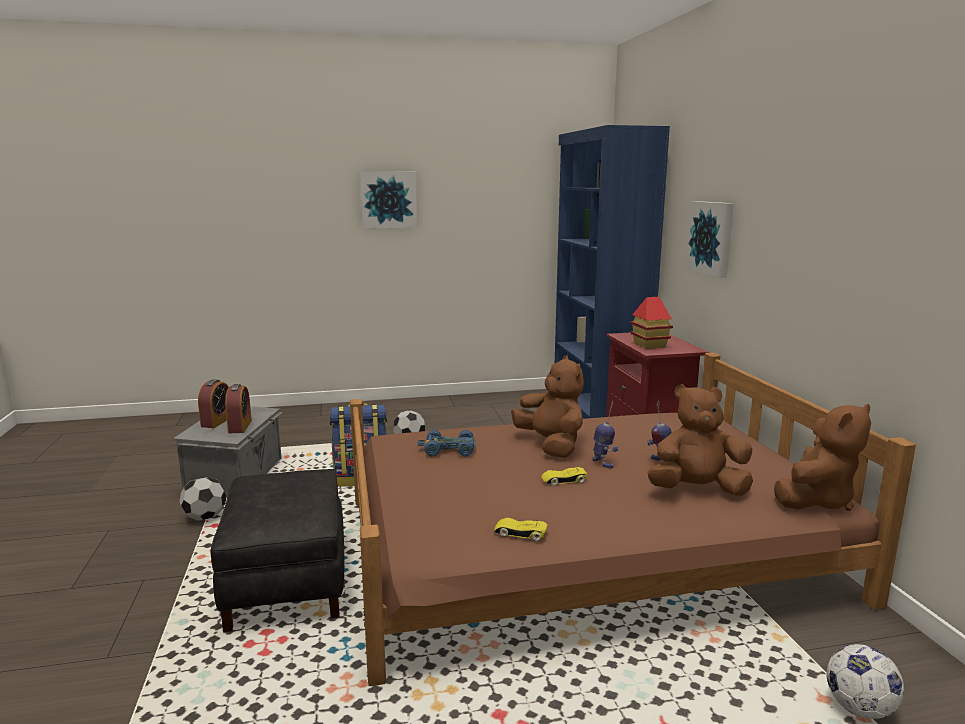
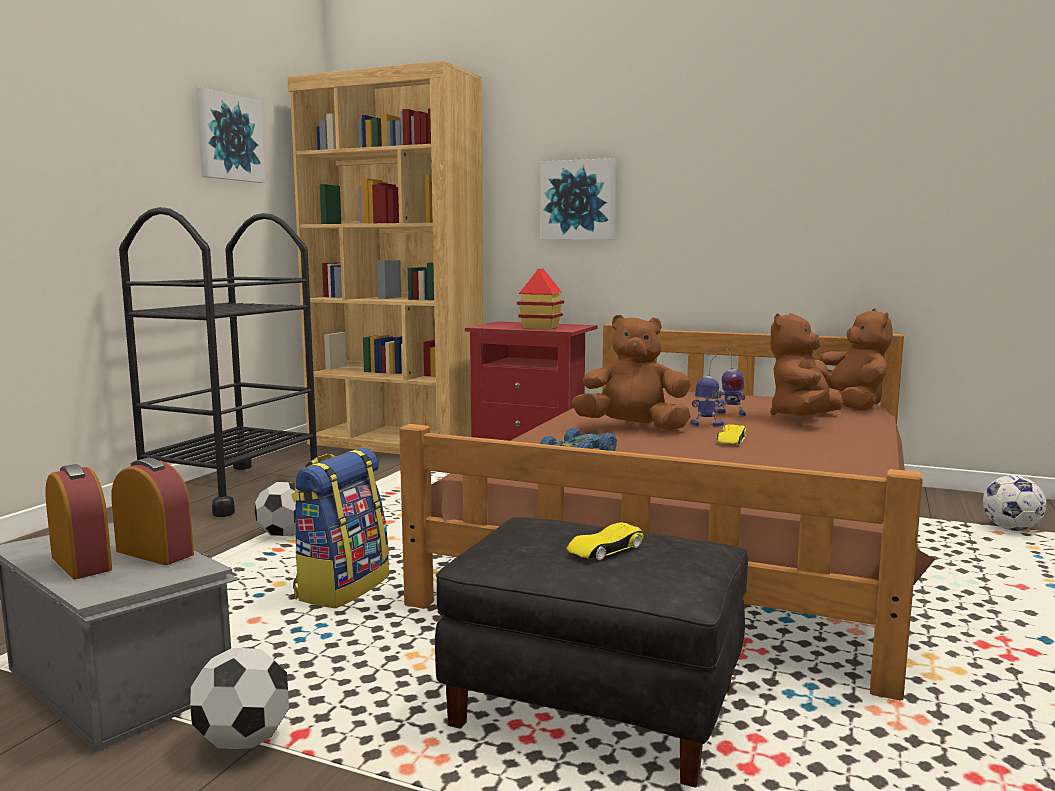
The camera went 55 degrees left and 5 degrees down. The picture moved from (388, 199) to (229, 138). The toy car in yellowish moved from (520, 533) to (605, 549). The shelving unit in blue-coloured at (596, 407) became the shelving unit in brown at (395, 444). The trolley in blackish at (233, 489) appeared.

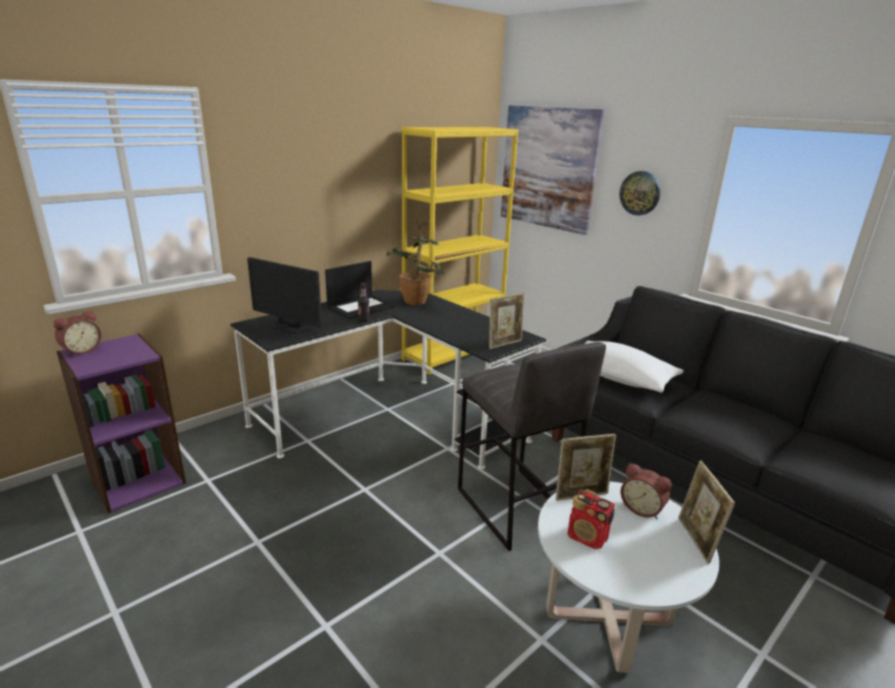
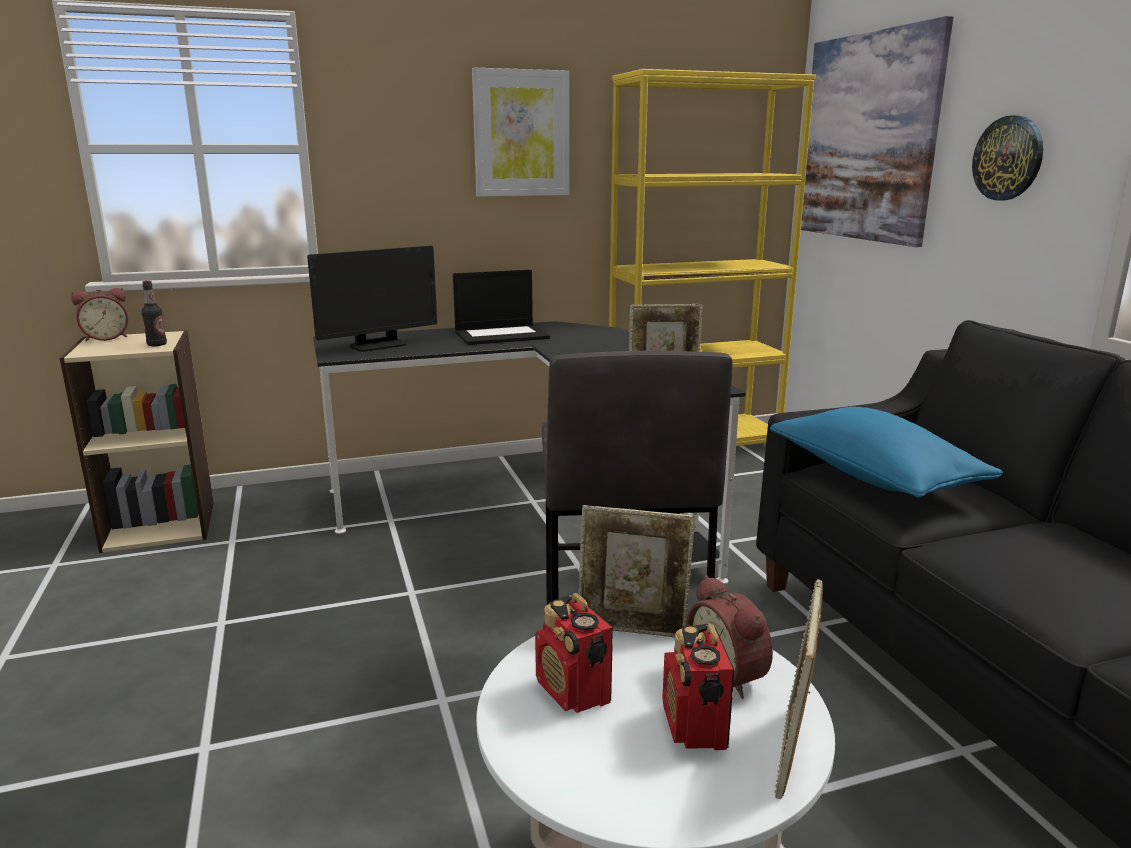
The camera went 25 degrees right and 5 degrees down. The shelving unit in purplish at (138, 480) became the shelving unit in sand-coloured at (160, 525). The monitor at (289, 326) turned 90 degrees counterclockwise. The beverage bottle moved from (363, 320) to (157, 345). The houseplant at (416, 303) disappeared. The cushion in whitish at (618, 378) became the cushion in blue-coloured at (873, 477). The picture at (521, 134) appeared. The radio set at (694, 727) appeared.

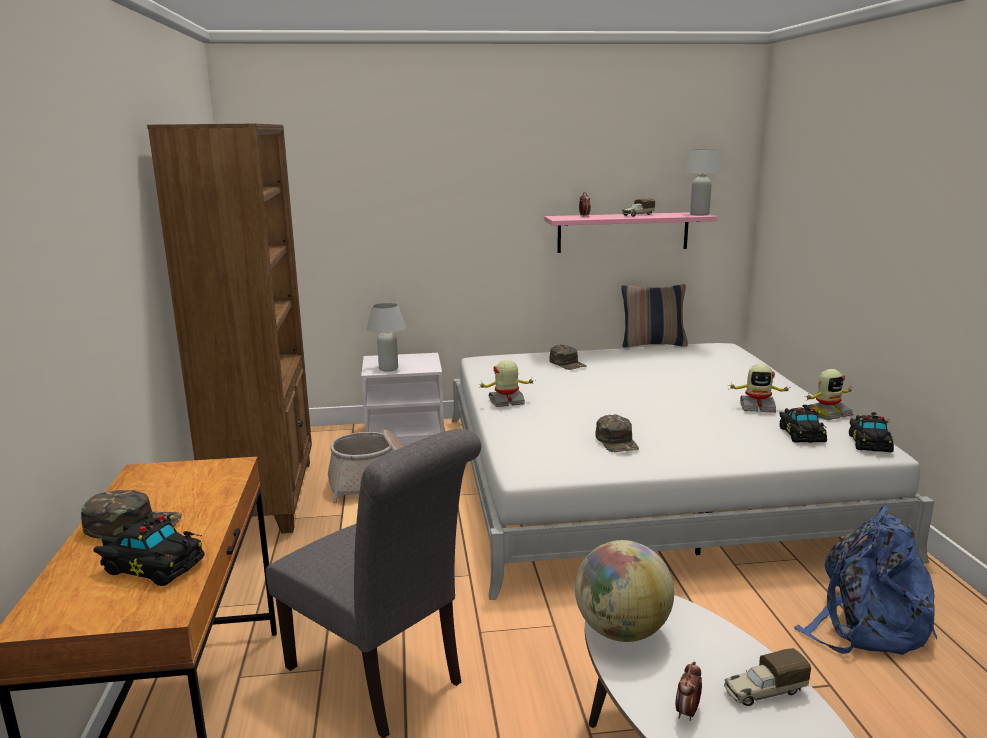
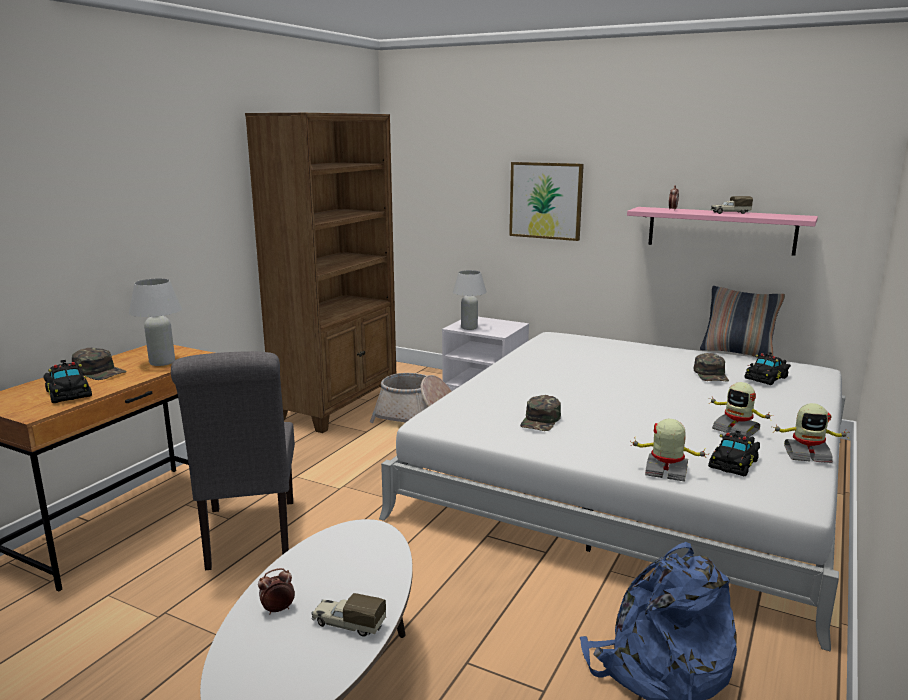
The camera went 35 degrees right and 0 degrees up. The toy robot moved from (506, 402) to (666, 471). The baseball cap in green-coloured moved from (567, 363) to (711, 374). The globe at (621, 631) disappeared. The lamp for a table in whitish moved from (699, 214) to (162, 362). The toy car in blackish moved from (870, 442) to (767, 378). The picture at (546, 200) appeared.

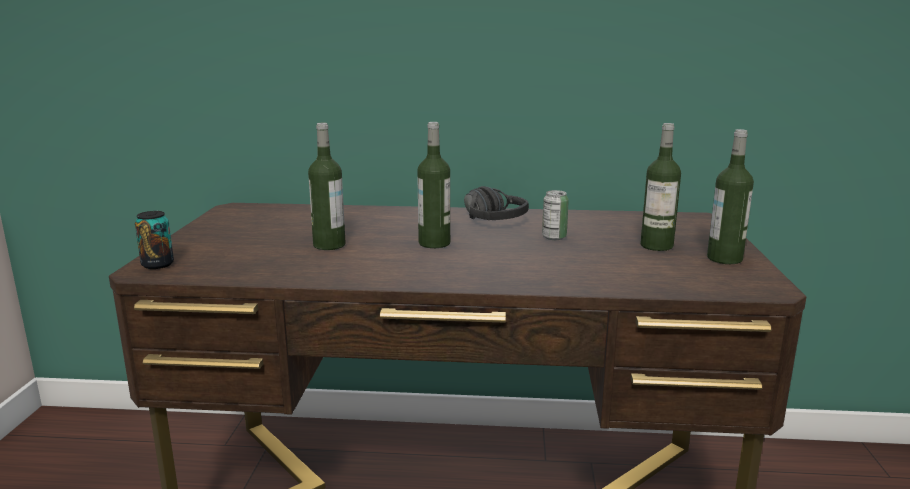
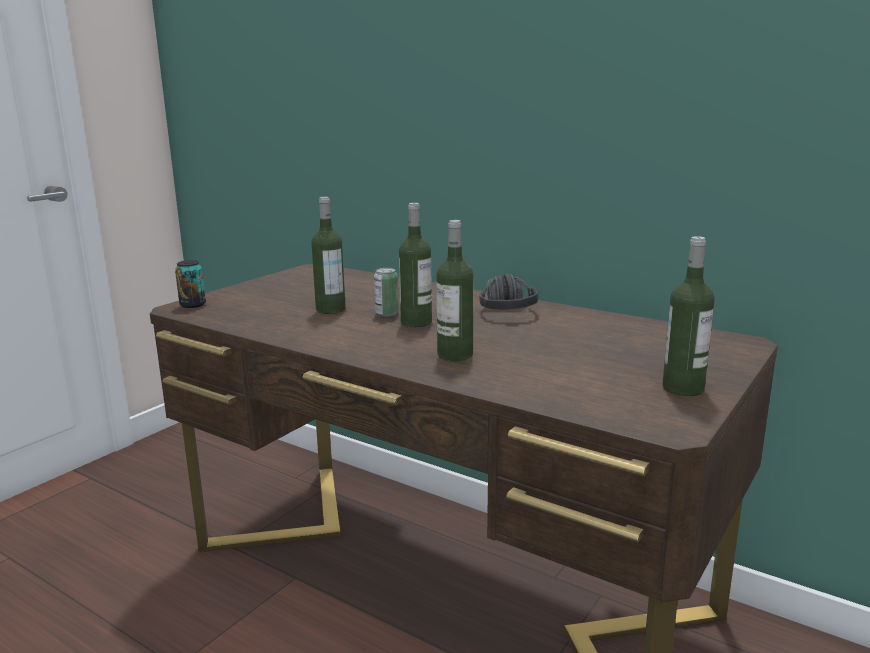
The camera went 30 degrees right and 0 degrees up. The sealed can moved from (554, 237) to (387, 313). The beverage bottle moved from (656, 246) to (455, 355).

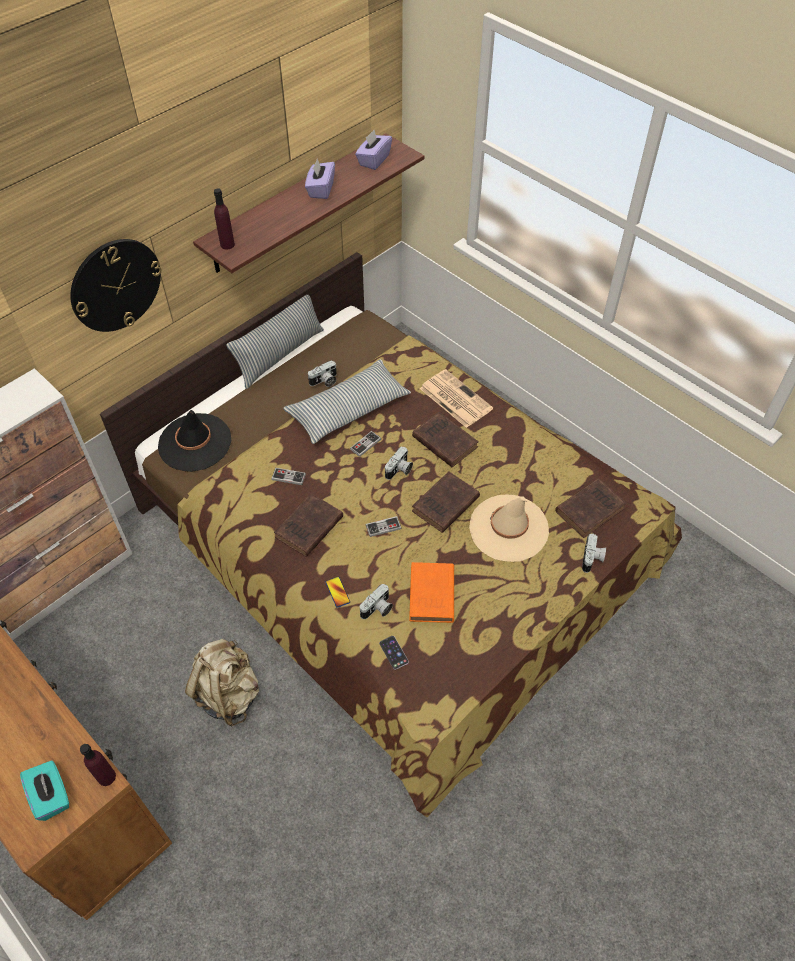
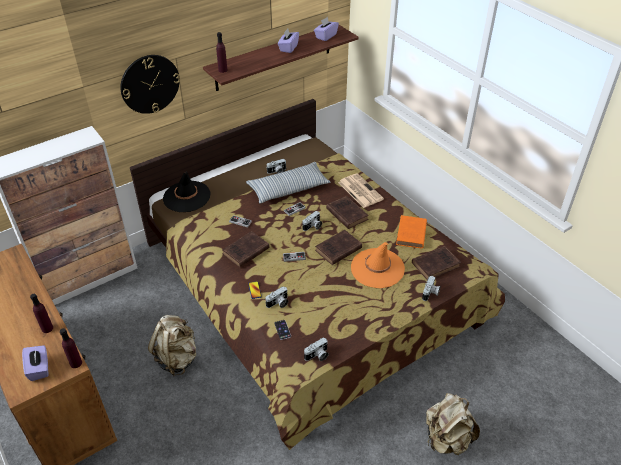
The camera went 10 degrees right and 10 degrees down. The tissue holder in turquoise at (51, 796) became the tissue holder in purplish at (39, 368). The cushion at (280, 355) disappeared. The book in orange-coloured moved from (432, 596) to (411, 234). The clothing hat in sand-coloured at (508, 528) became the clothing hat in orange-coloured at (377, 268). The beverage bottle in purplish at (47, 328) appeared. The still camera at (317, 356) appeared. The knapsack in sand-coloured at (446, 439) appeared.

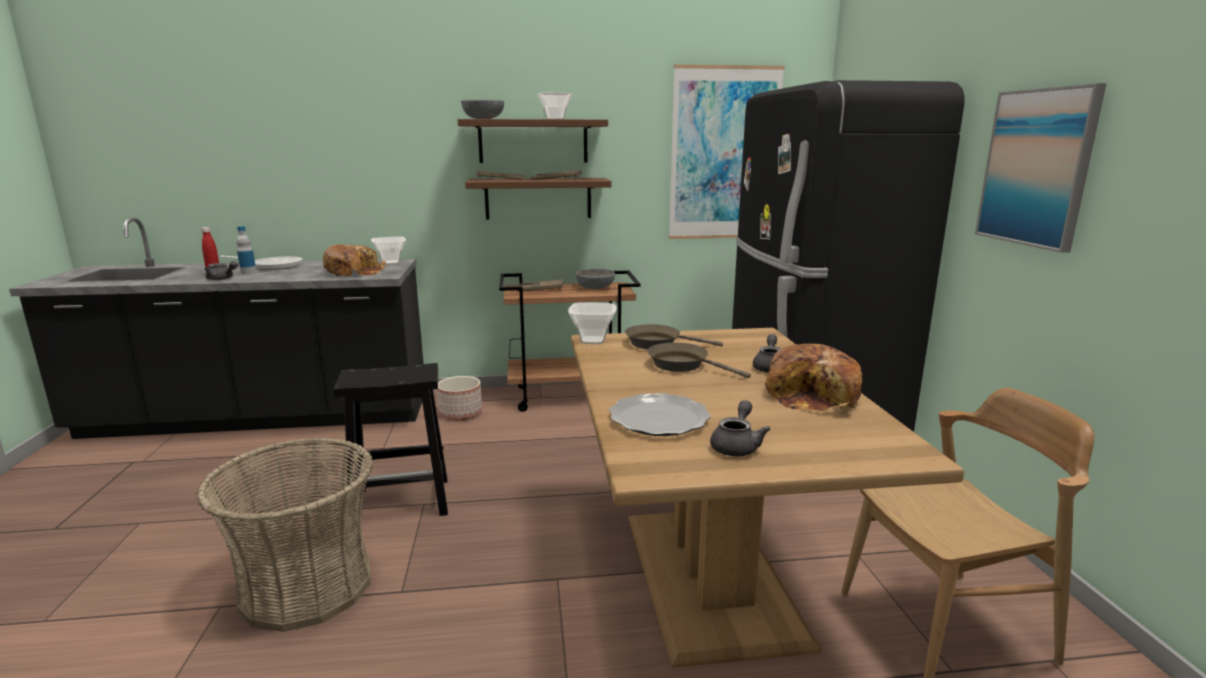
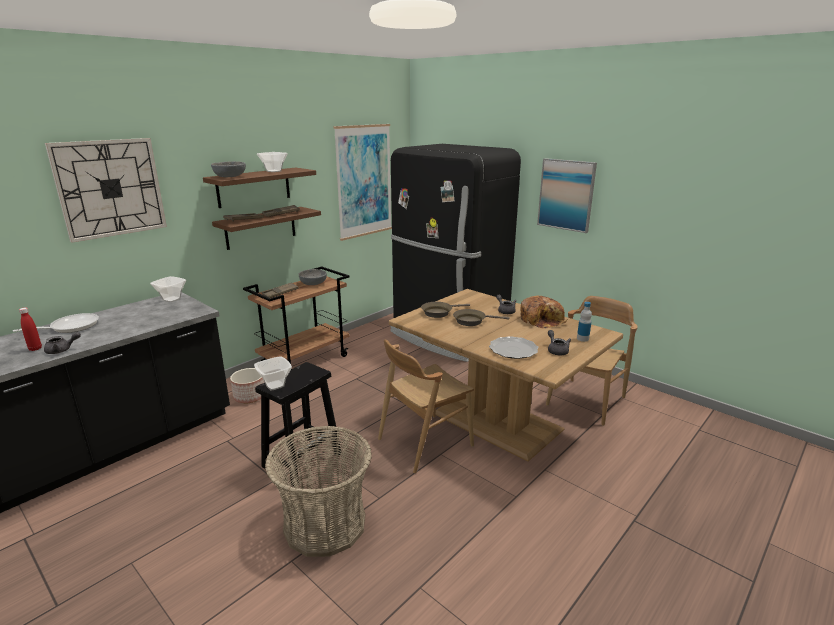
The camera went 40 degrees left and 5 degrees up. The beverage bottle moved from (248, 273) to (582, 339). The bread at (354, 272) disappeared. The serving bowl moved from (592, 340) to (274, 385). The hanging clock at (110, 188) appeared. The chair in brown at (424, 442) appeared.

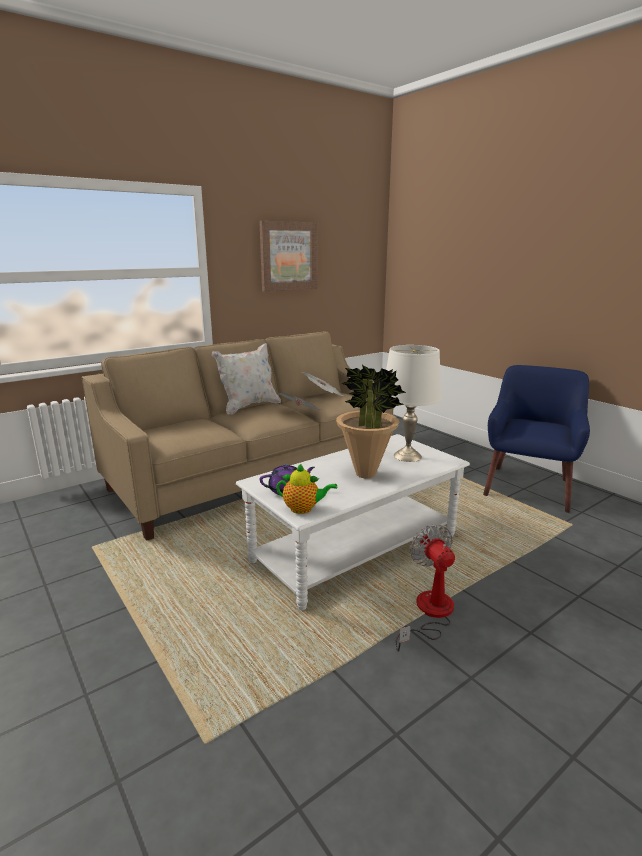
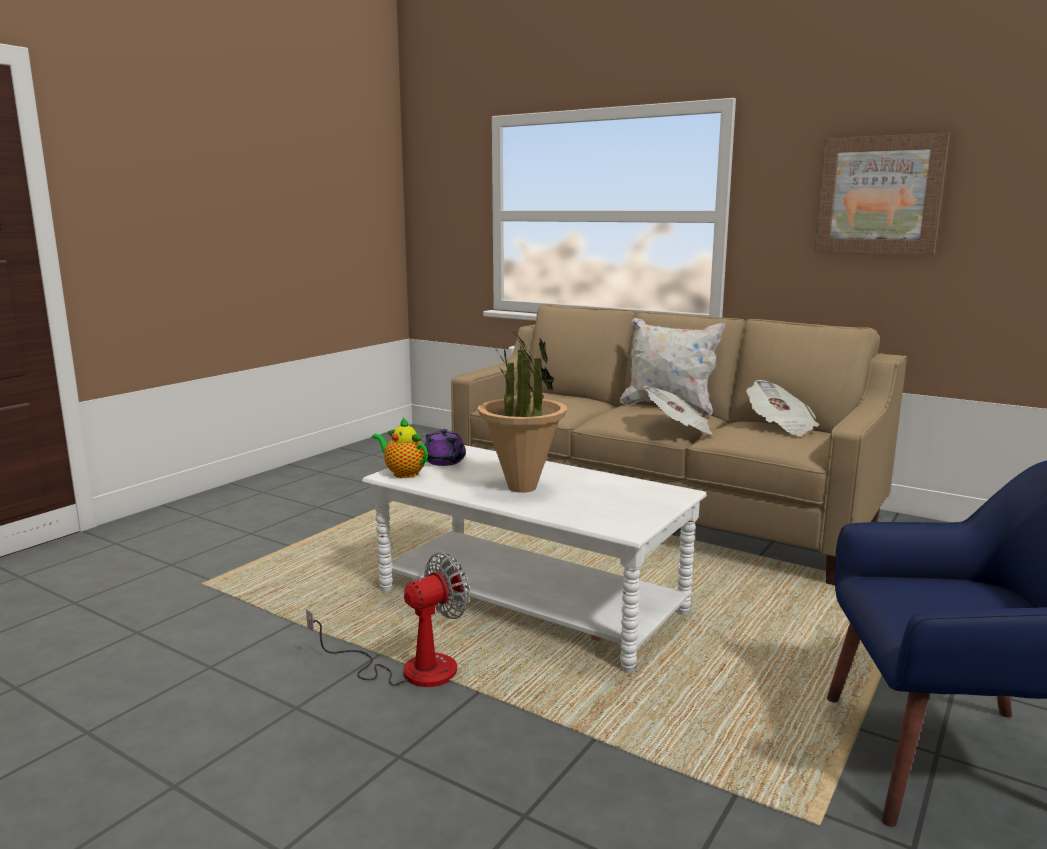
The camera went 70 degrees right and 5 degrees down. The pot for tea at (303, 509) turned 135 degrees clockwise. The lamp for a table in whitish at (407, 456) disappeared.

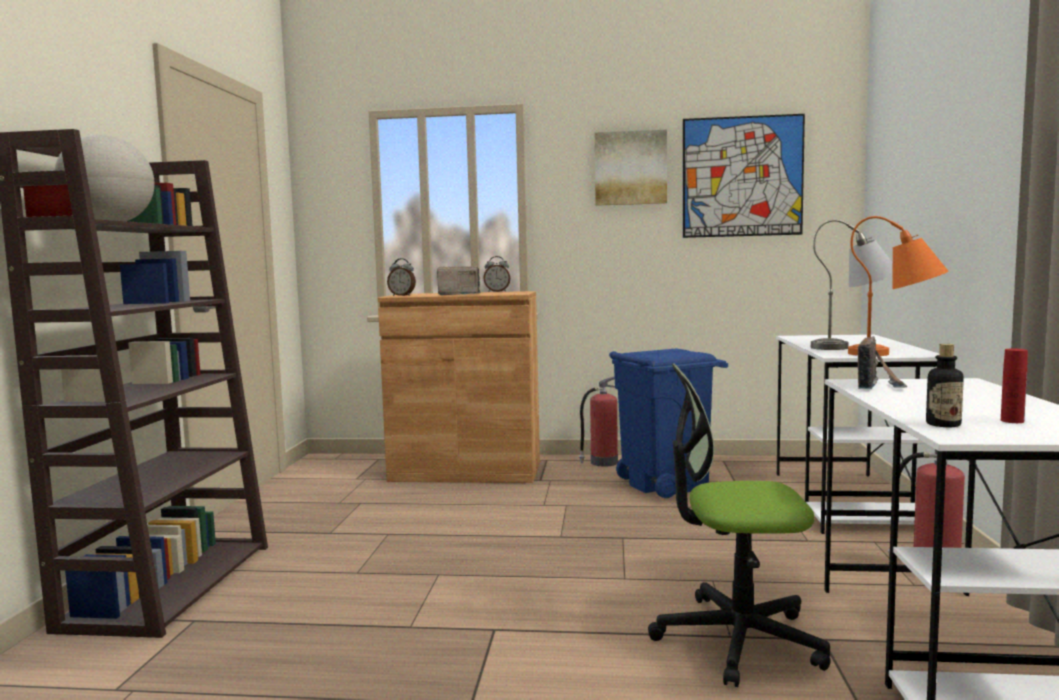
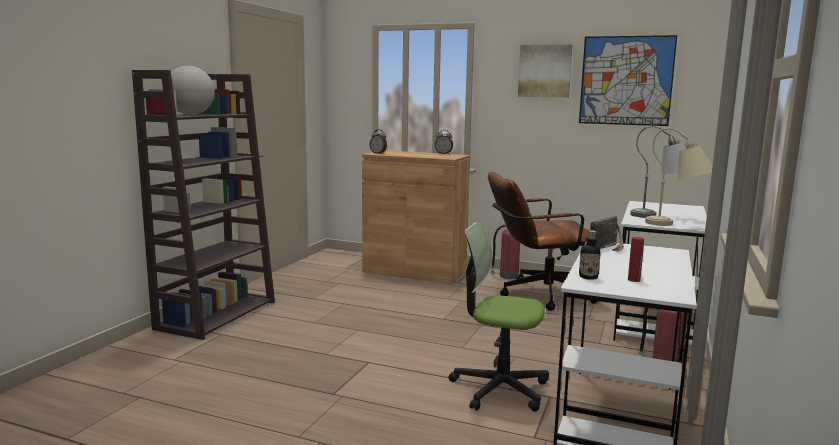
The camera went 15 degrees right and 5 degrees up. The radio set at (459, 294) disappeared. The rubbish bin in blue-coloured at (666, 484) was replaced by the desk chair in brown at (538, 295). The lamp for a table in orange-coloured at (897, 354) became the lamp for a table in sand-coloured at (677, 225).

